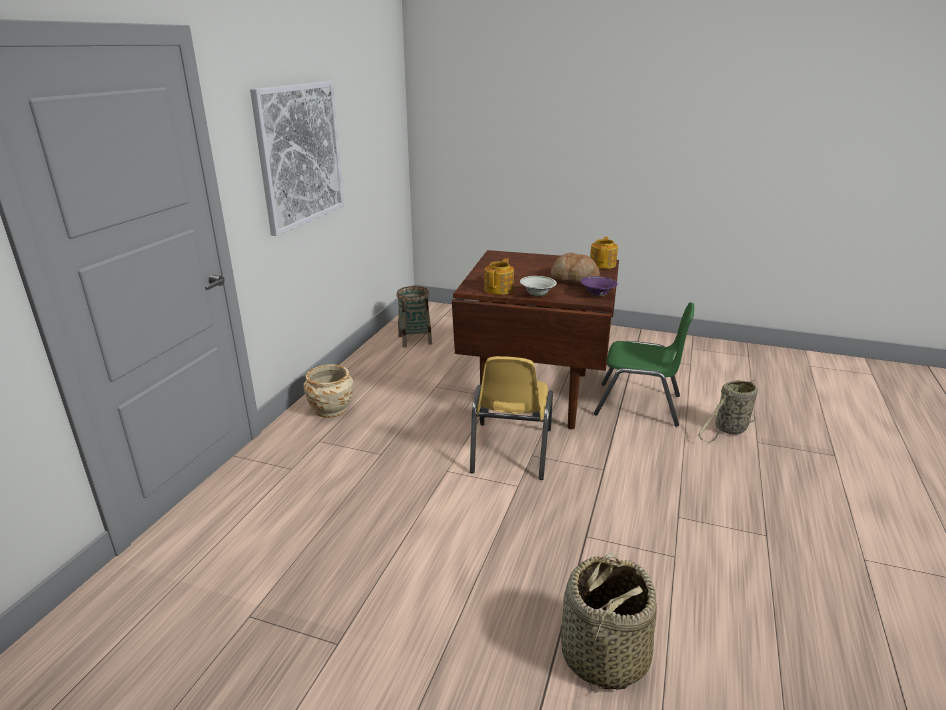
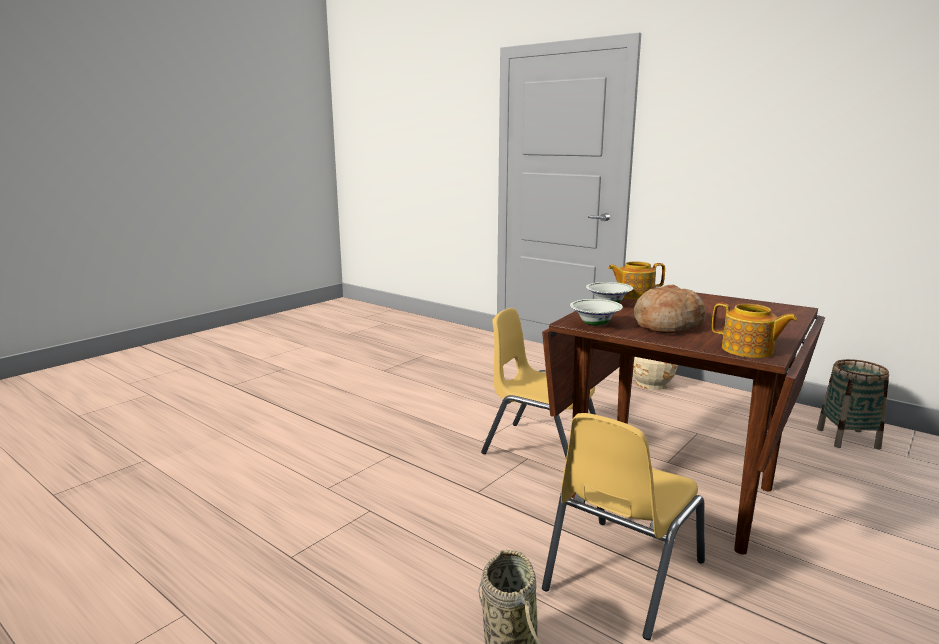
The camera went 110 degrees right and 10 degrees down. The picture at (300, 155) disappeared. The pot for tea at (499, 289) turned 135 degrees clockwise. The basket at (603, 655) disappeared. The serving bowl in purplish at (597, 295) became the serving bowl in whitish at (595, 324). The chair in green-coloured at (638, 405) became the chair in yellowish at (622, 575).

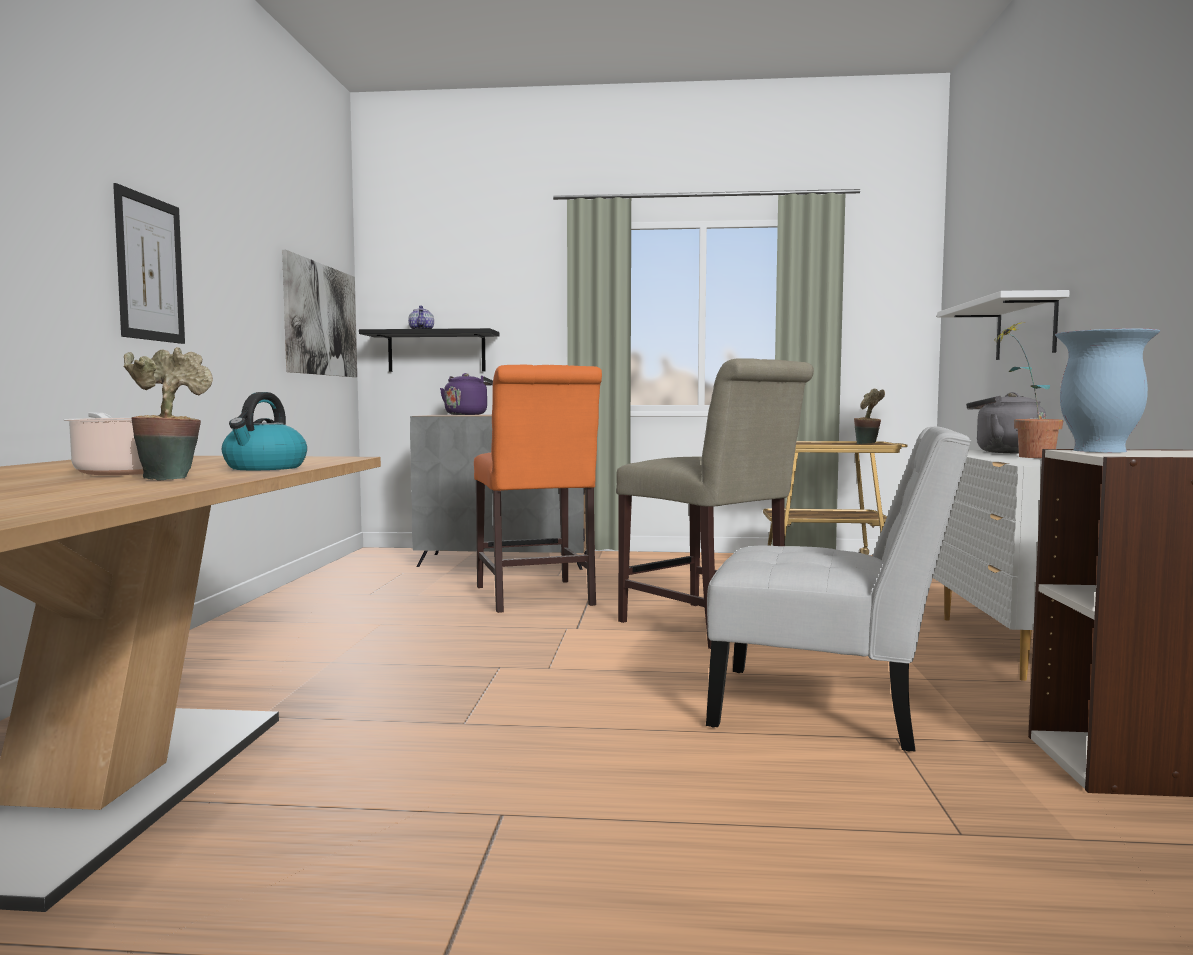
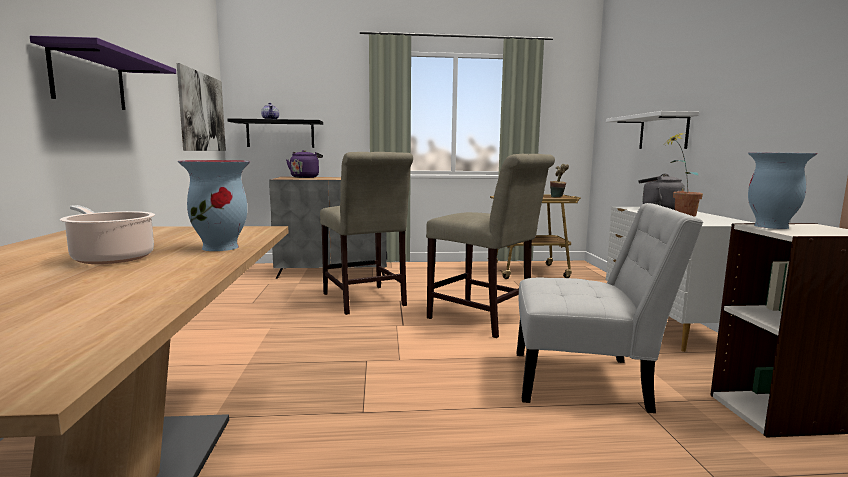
The camera went 10 degrees left and 5 degrees up. The picture at (150, 268) was replaced by the bracket shelf in purplish at (89, 79). The houseplant at (170, 477) disappeared. The tea kettle at (265, 468) was replaced by the vase at (221, 247). The chair in orange-coloured at (535, 597) became the chair in sand-coloured at (365, 301).

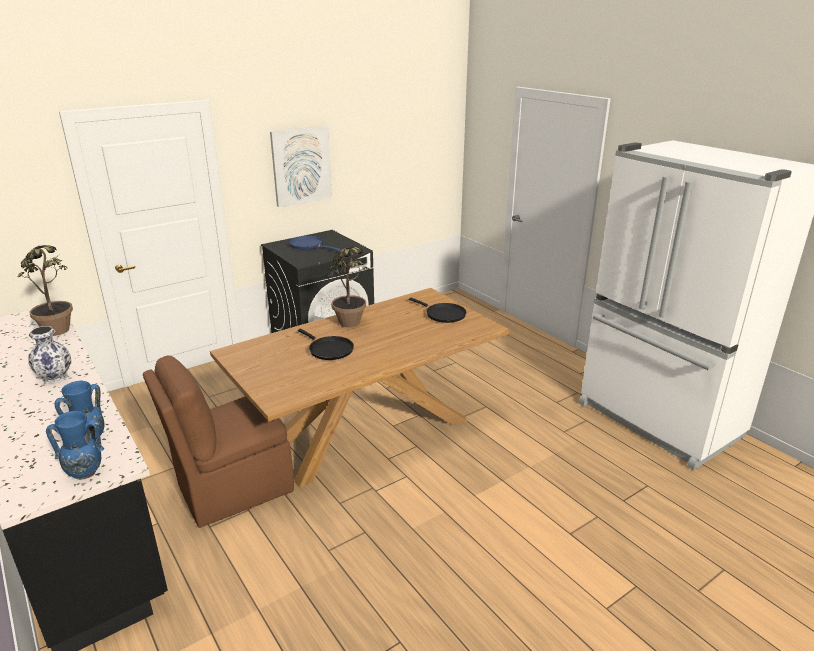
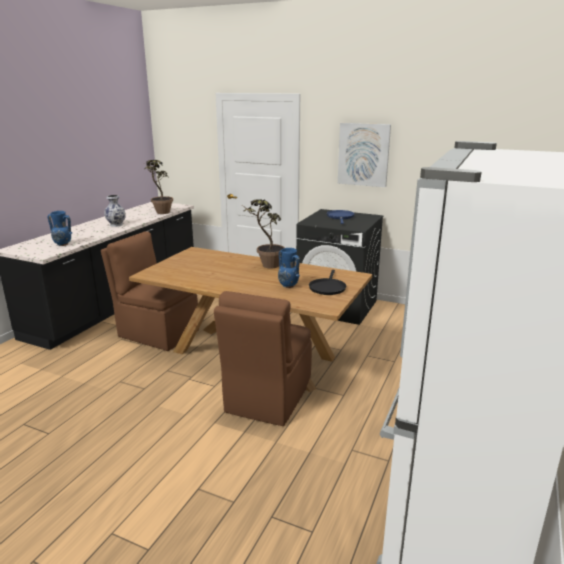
The camera went 60 degrees right and 5 degrees down. The vase in blue-coloured moved from (86, 473) to (288, 286). The skillet in blackish at (329, 349) disappeared. The chair in brown at (267, 398) appeared.

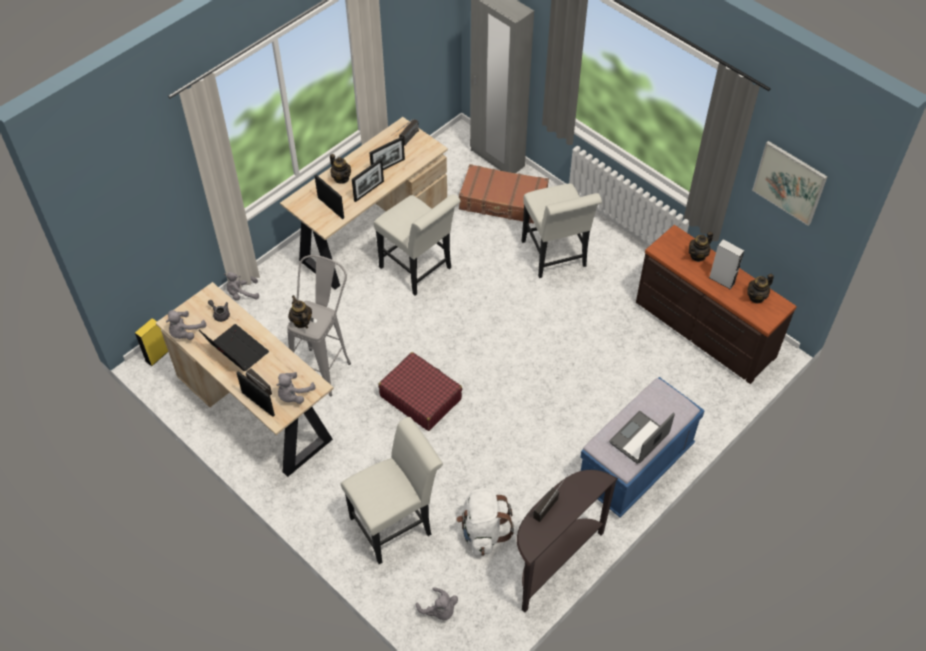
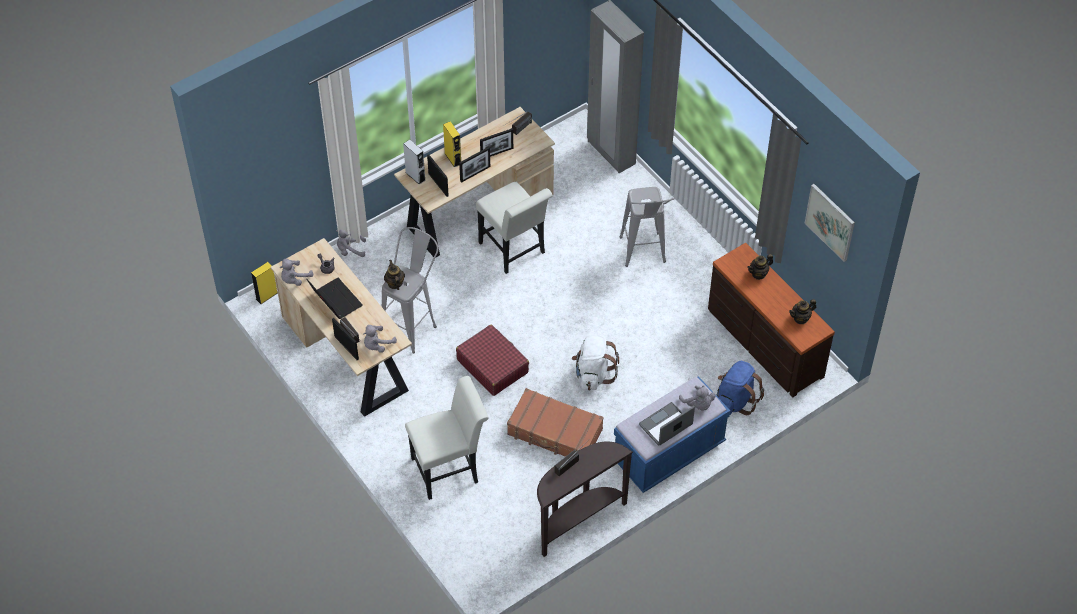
The camera went 10 degrees right and 0 degrees up. The pot for tea at (341, 178) was replaced by the audio speaker in yellowish at (453, 158). The soft toy in greyish moved from (439, 610) to (698, 404). The knapsack in whitish moved from (482, 531) to (593, 374). The piece of luggage in brown moved from (503, 202) to (555, 432). The chair in whitish at (555, 257) was replaced by the stool seat in greyish at (643, 256). The audio speaker in greyish moved from (721, 280) to (415, 176). The knapsack in blue-coloured at (735, 400) appeared.

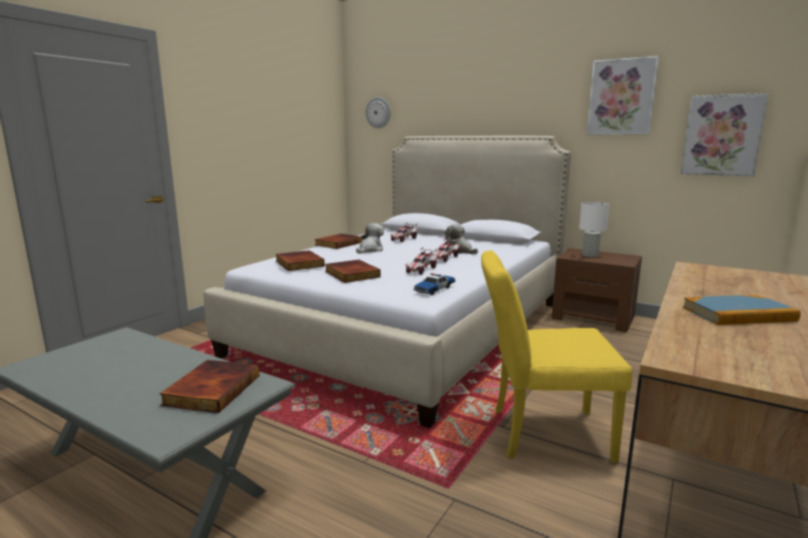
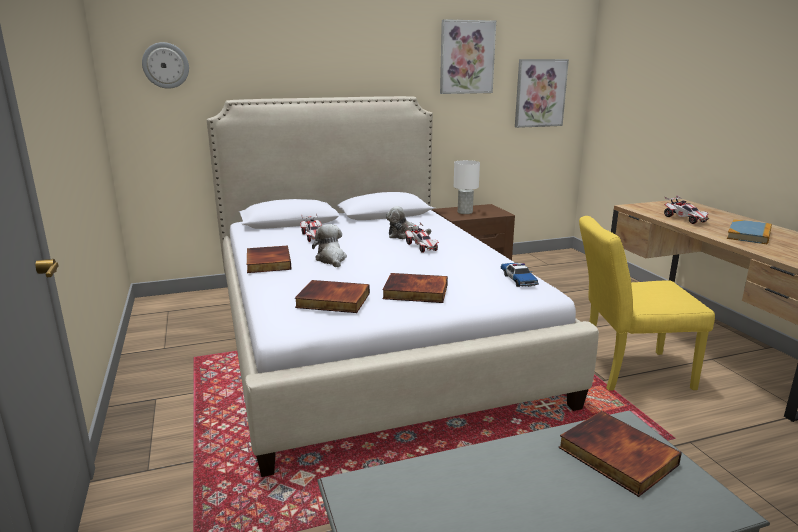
The camera went 50 degrees left and 5 degrees up. The toy car moved from (421, 270) to (685, 219). The chair in yellowish at (540, 433) turned 45 degrees clockwise.

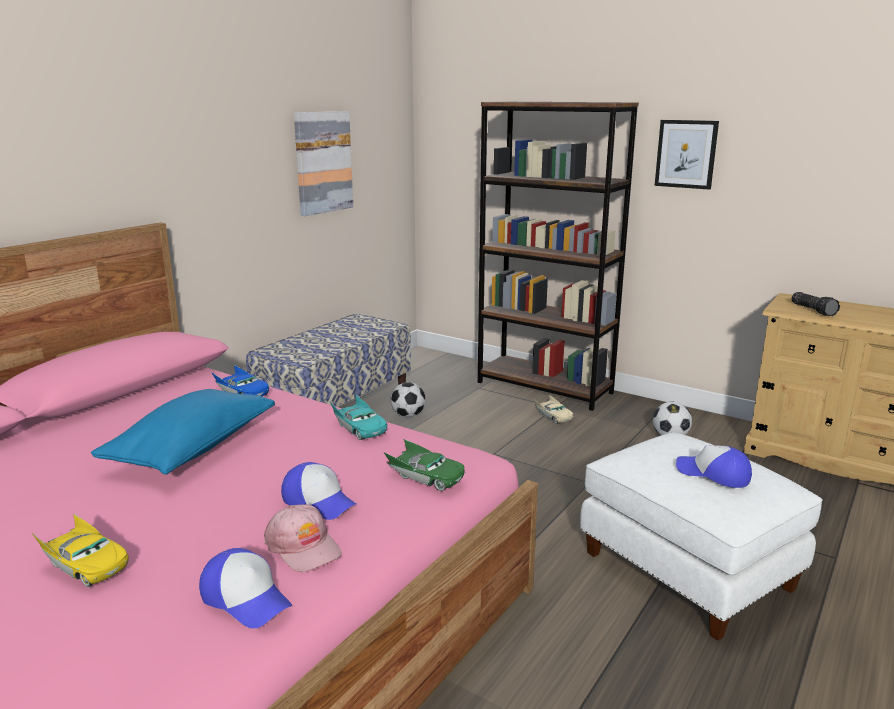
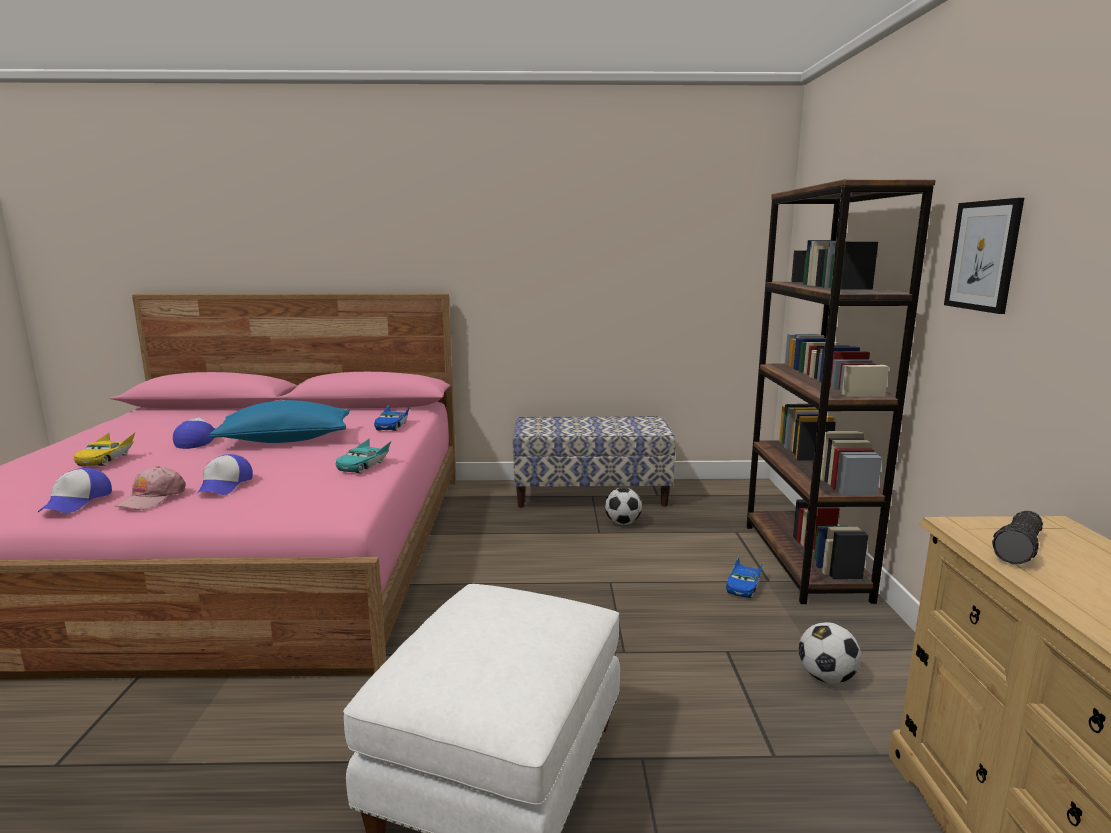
The camera went 55 degrees right and 5 degrees down. The picture at (323, 162) disappeared. The toy car in green-coloured at (425, 476) disappeared. The toy car in sand-coloured at (553, 416) became the toy car in blue-coloured at (744, 586). The baseball cap moved from (713, 474) to (198, 441).

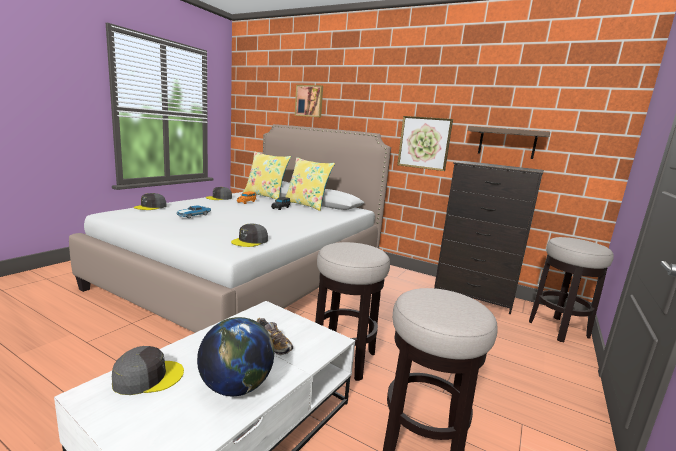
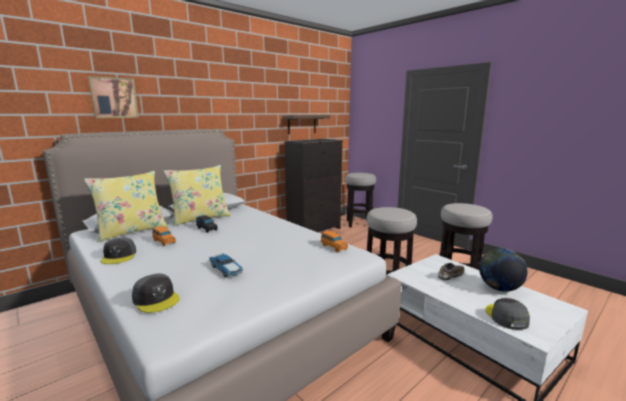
The camera went 70 degrees left and 0 degrees up. The baseball cap in greyish at (250, 241) was replaced by the toy car in orange-coloured at (333, 247). The picture at (424, 143) disappeared.

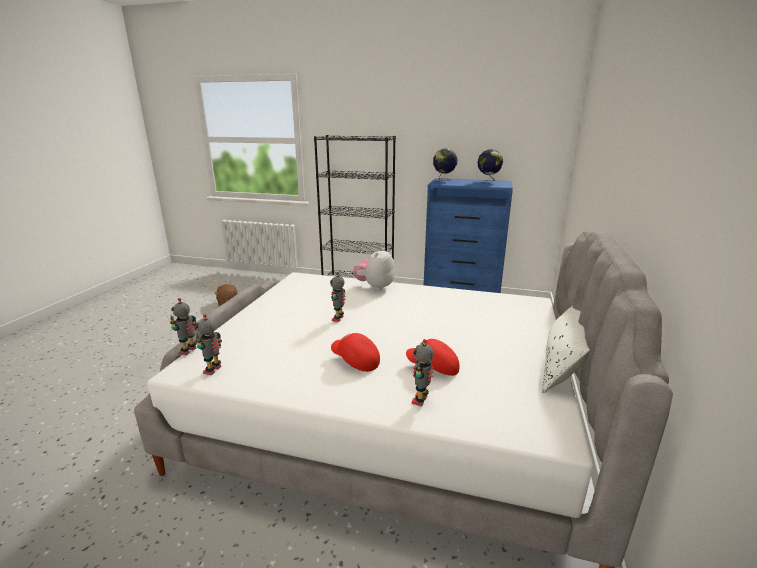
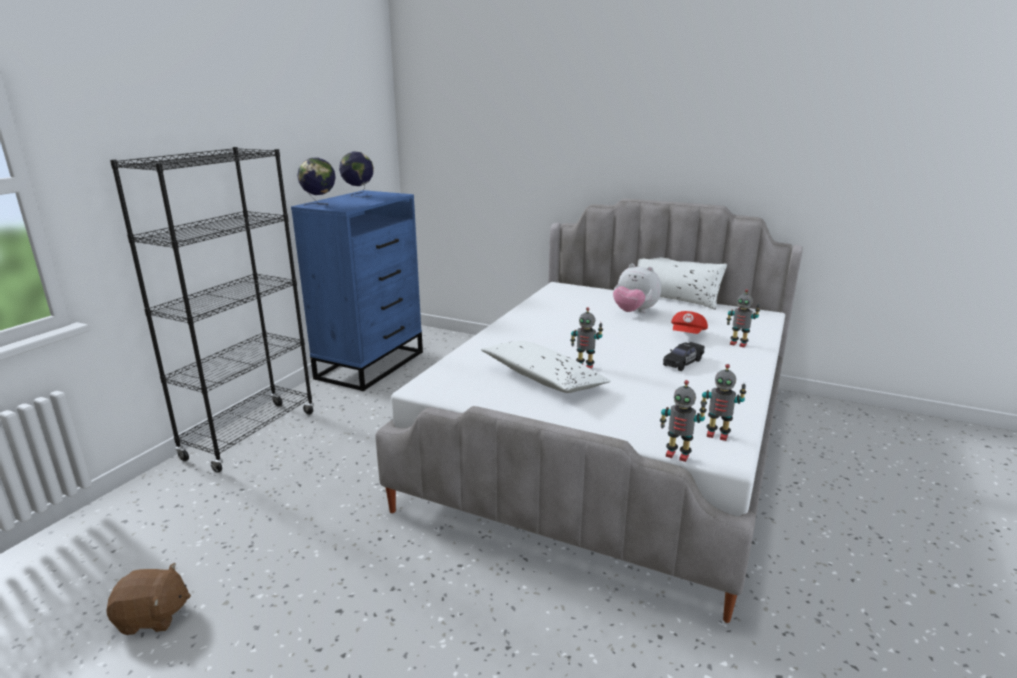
The camera went 80 degrees left and 0 degrees up. The baseball cap in reddish at (355, 361) was replaced by the toy car in blackish at (683, 363). The soft toy moved from (375, 287) to (634, 312). The cushion in whitish at (543, 378) appeared.

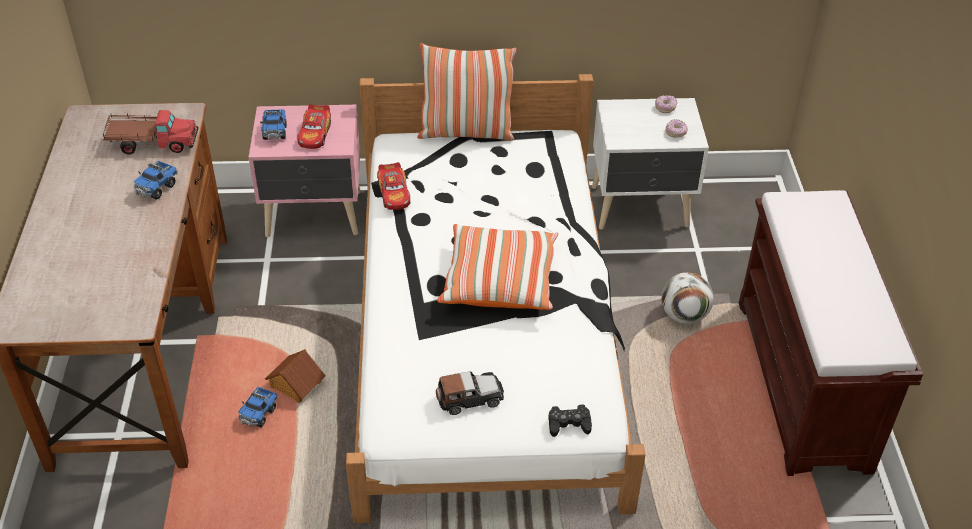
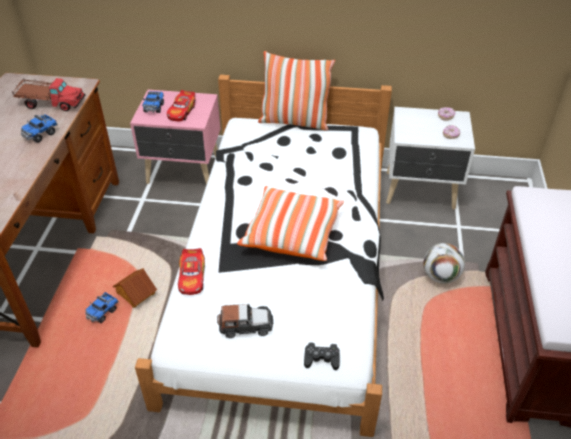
The camera went 10 degrees right and 0 degrees up. The toy car moved from (394, 194) to (192, 277).

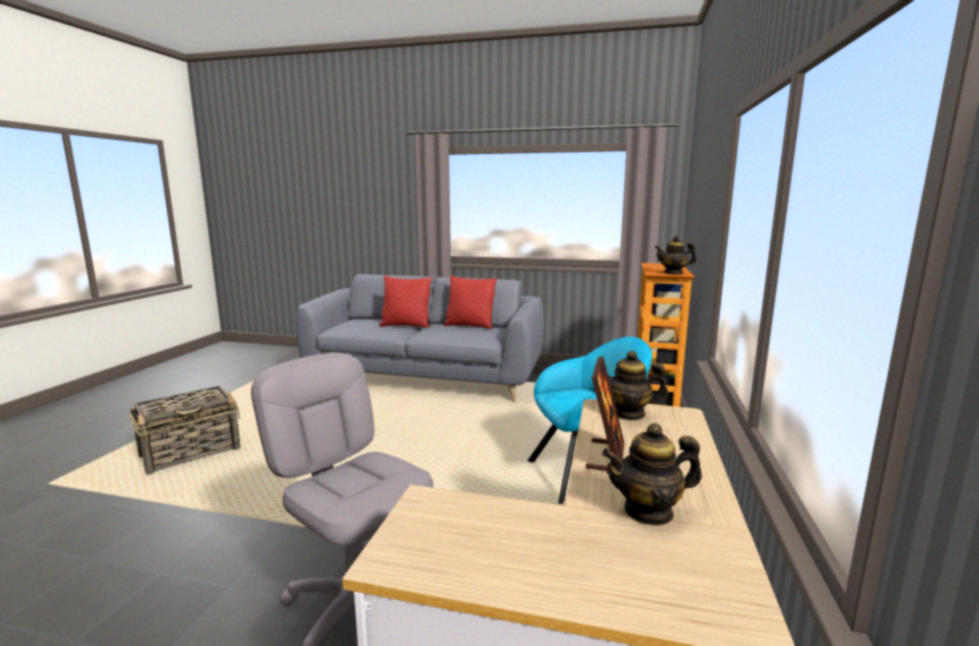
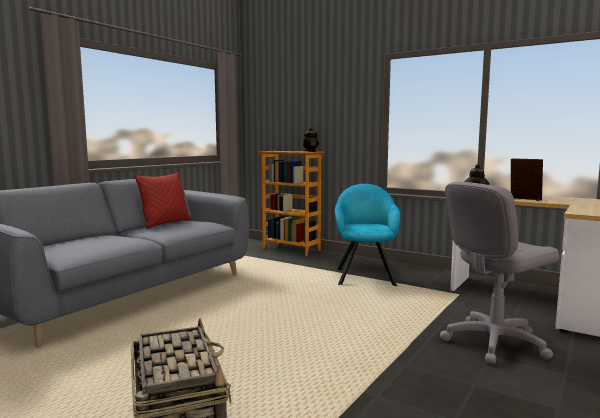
The camera went 70 degrees left and 5 degrees down. The cushion in reddish at (406, 326) disappeared. The pot for tea at (648, 511) disappeared.

